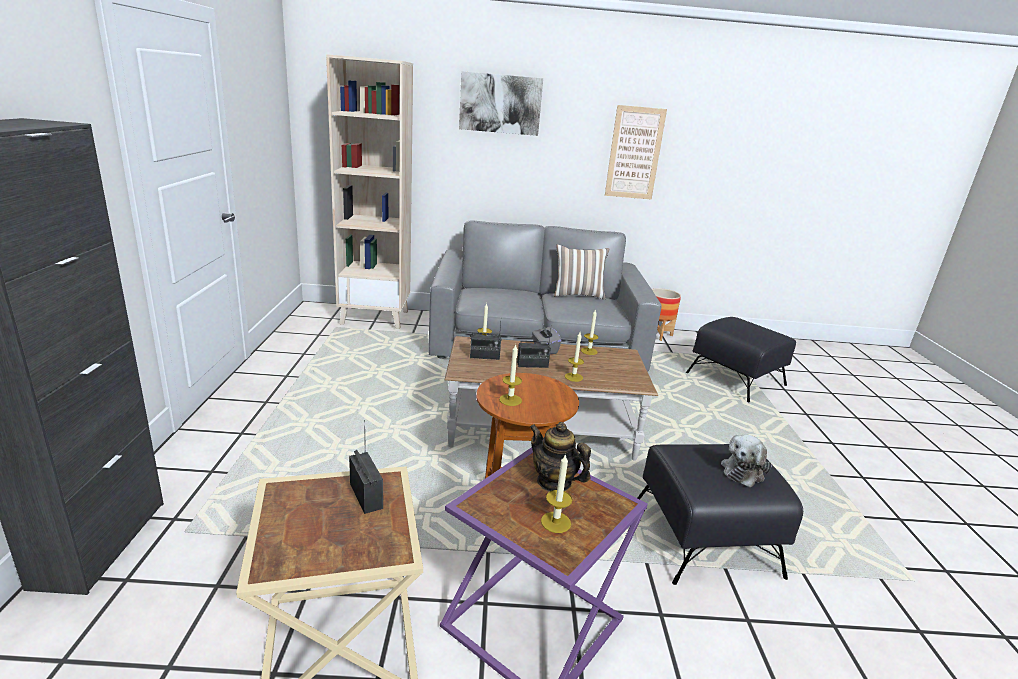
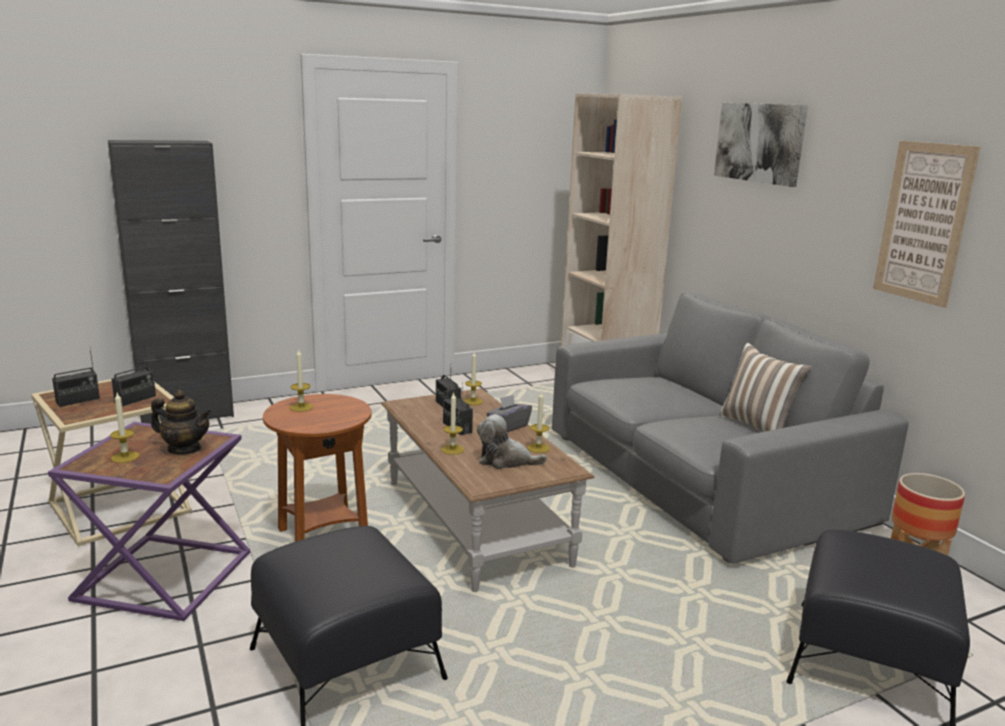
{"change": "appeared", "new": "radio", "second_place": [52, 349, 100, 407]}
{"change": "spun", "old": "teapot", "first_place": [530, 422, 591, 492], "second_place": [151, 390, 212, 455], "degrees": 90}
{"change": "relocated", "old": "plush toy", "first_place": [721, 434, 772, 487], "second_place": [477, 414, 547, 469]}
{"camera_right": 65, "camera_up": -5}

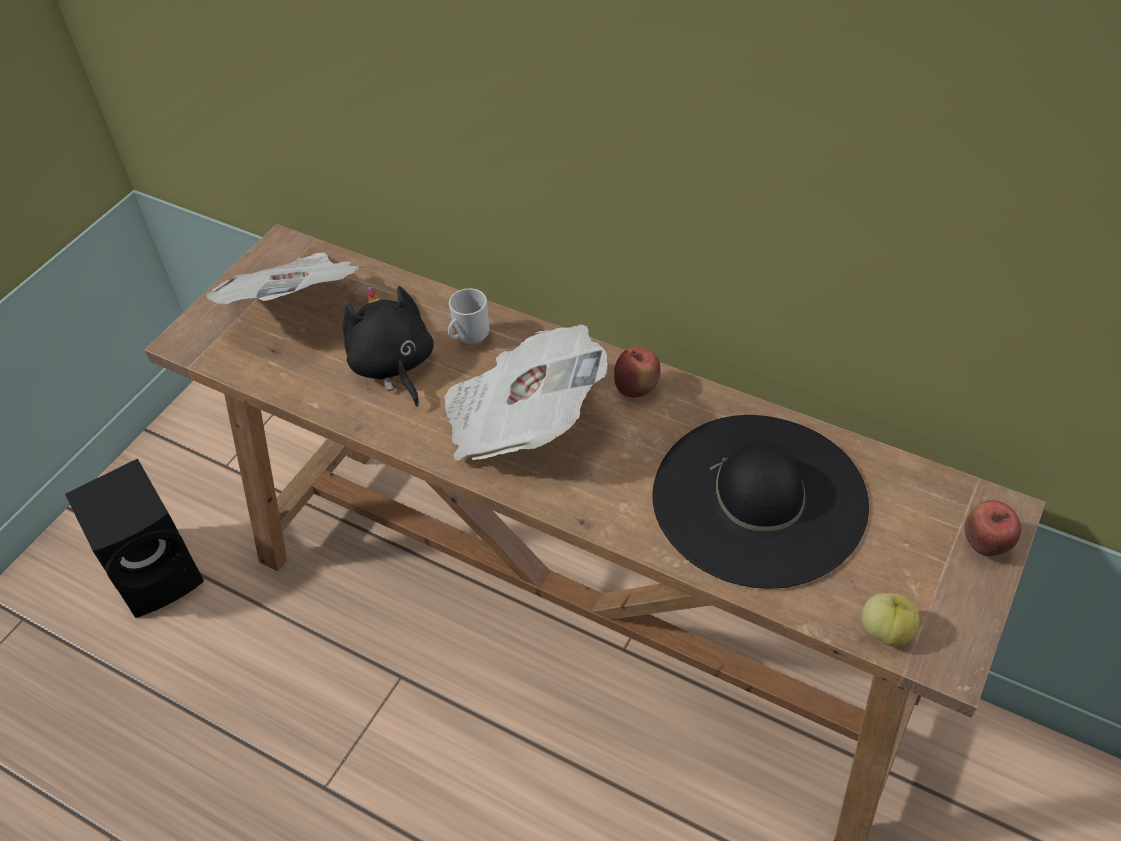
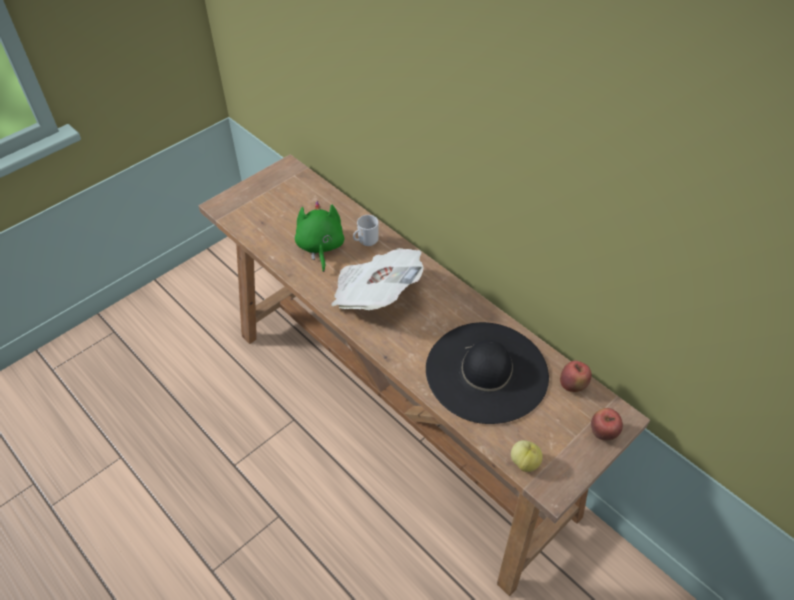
{"change": "colour", "old": "black plush toy", "new": "green plush toy", "first_place": [343, 286, 434, 407], "second_place": [295, 201, 344, 272]}
{"change": "relocated", "old": "apple", "first_place": [614, 347, 661, 398], "second_place": [560, 361, 592, 392]}
{"change": "missing", "old": "black speaker", "first_place": [65, 459, 204, 618]}
{"change": "missing", "old": "newspaper", "first_place": [206, 252, 362, 304]}
{"camera_right": 15, "camera_up": 0}

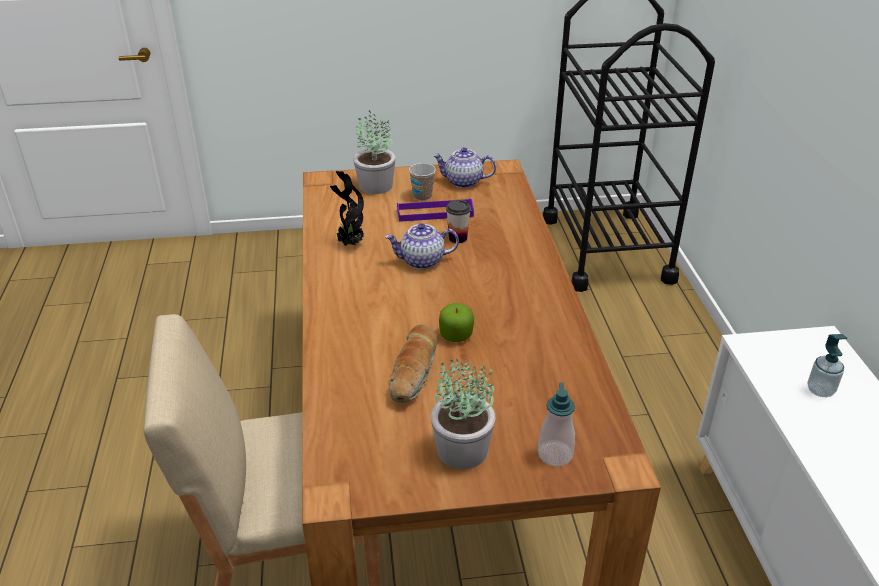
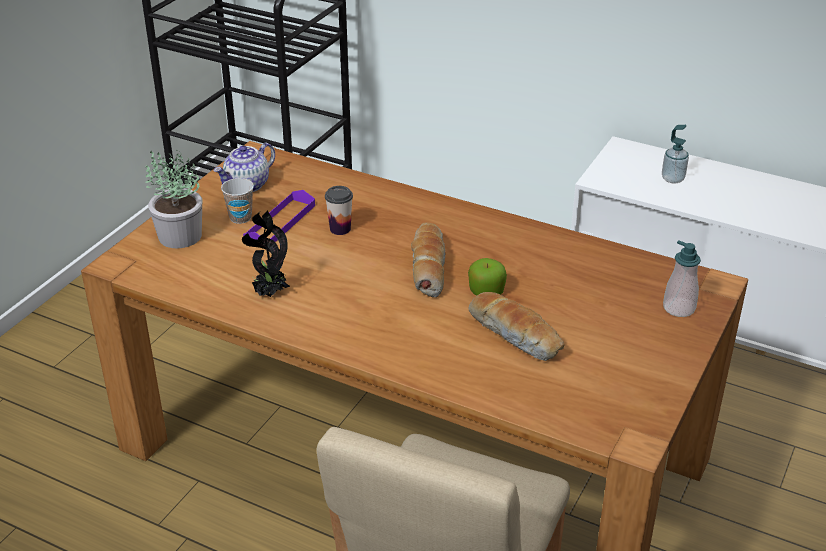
{"change": "appeared", "new": "bread", "second_place": [411, 222, 445, 298]}
{"change": "missing", "old": "teapot", "first_place": [385, 223, 459, 269]}
{"change": "missing", "old": "potted plant", "first_place": [431, 359, 496, 469]}
{"camera_right": -55, "camera_up": 0}

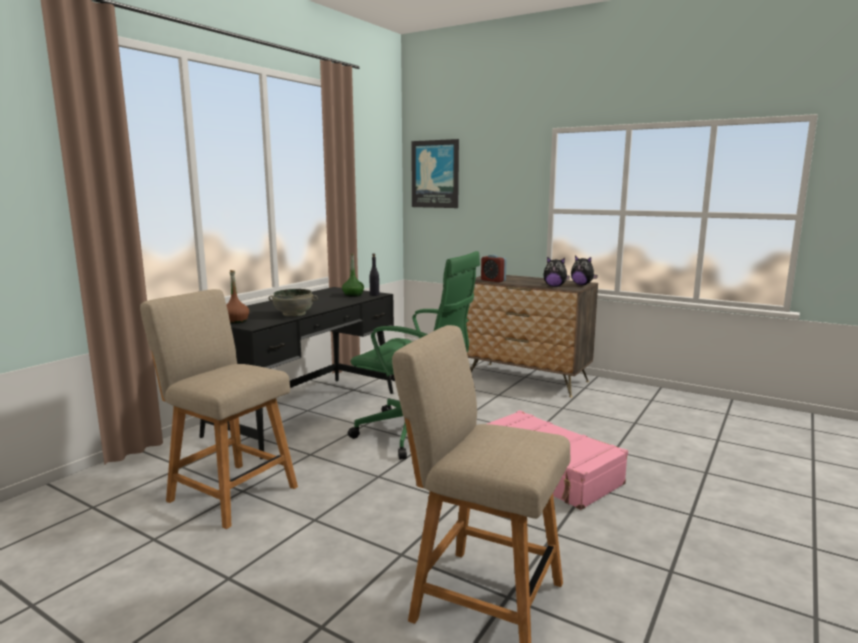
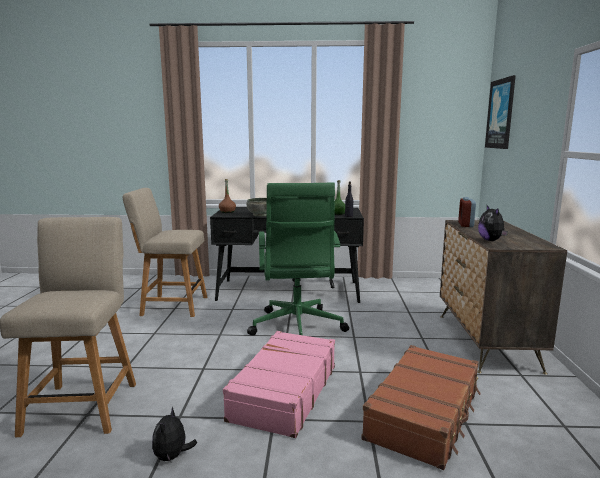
{"change": "spun", "old": "beige chair", "first_place": [140, 289, 298, 529], "second_place": [123, 188, 207, 317], "degrees": -90}
{"change": "relocated", "old": "plush toy", "first_place": [571, 256, 598, 285], "second_place": [152, 407, 197, 462]}
{"change": "appeared", "new": "brown suitcase", "second_place": [361, 345, 481, 470]}
{"camera_right": 60, "camera_up": 0}

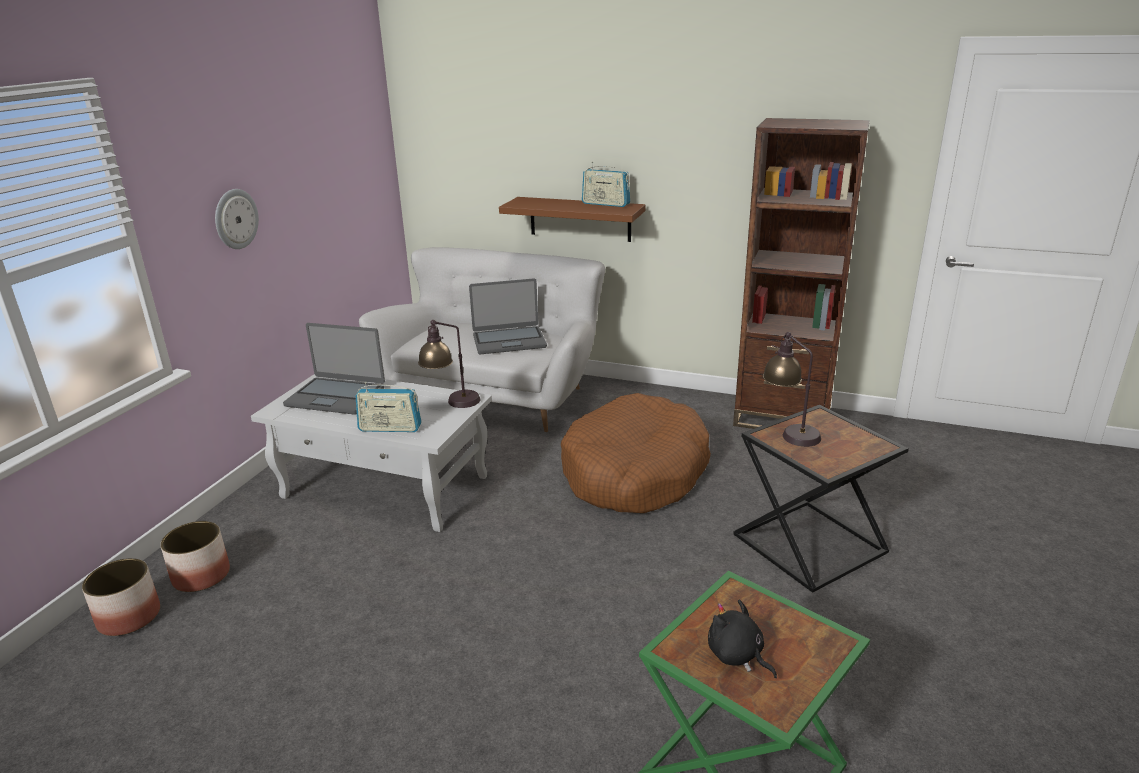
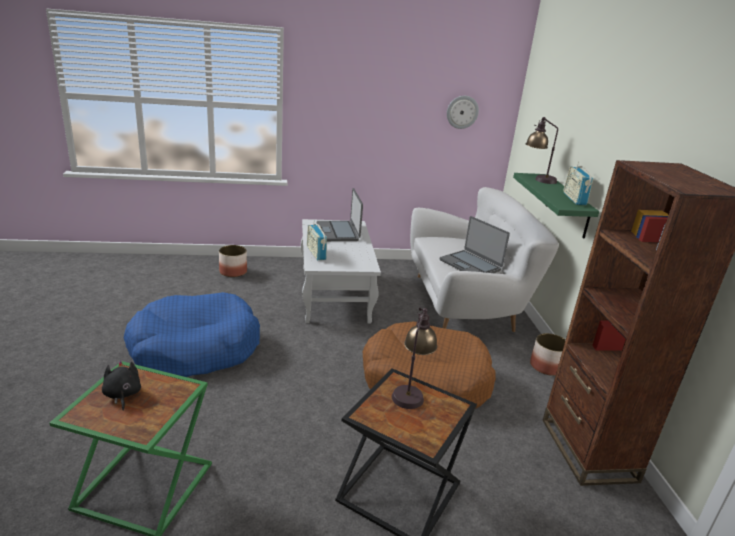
{"change": "spun", "old": "black plush toy", "first_place": [708, 600, 777, 678], "second_place": [102, 361, 141, 411], "degrees": -45}
{"change": "appeared", "new": "blue dog bed", "second_place": [124, 292, 260, 377]}
{"change": "relocated", "old": "wall clock", "first_place": [215, 189, 259, 249], "second_place": [447, 96, 479, 129]}
{"change": "colour", "old": "brown shelf", "new": "green shelf", "first_place": [499, 197, 646, 242], "second_place": [513, 173, 599, 239]}
{"change": "relocated", "old": "table lamp", "first_place": [418, 320, 480, 408], "second_place": [526, 117, 558, 184]}
{"change": "relocated", "old": "planter", "first_place": [82, 558, 160, 636], "second_place": [530, 333, 566, 376]}
{"camera_right": 60, "camera_up": 0}

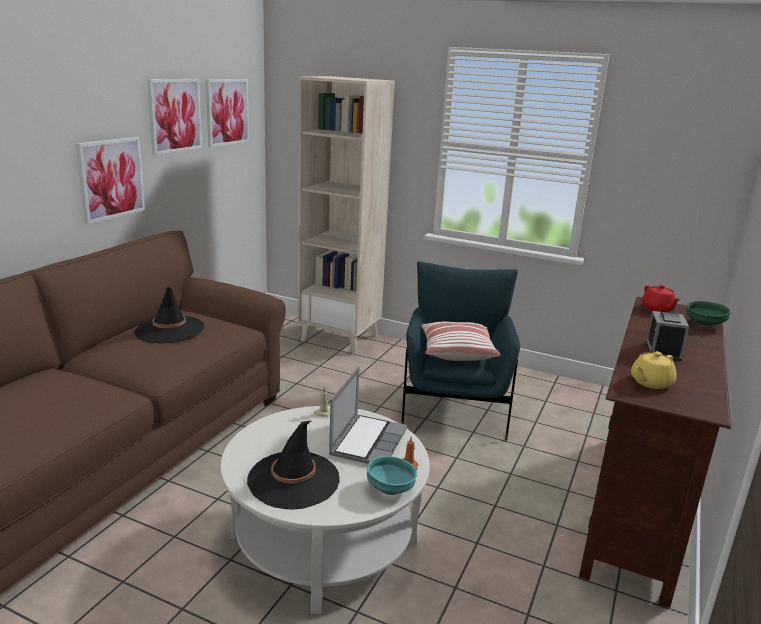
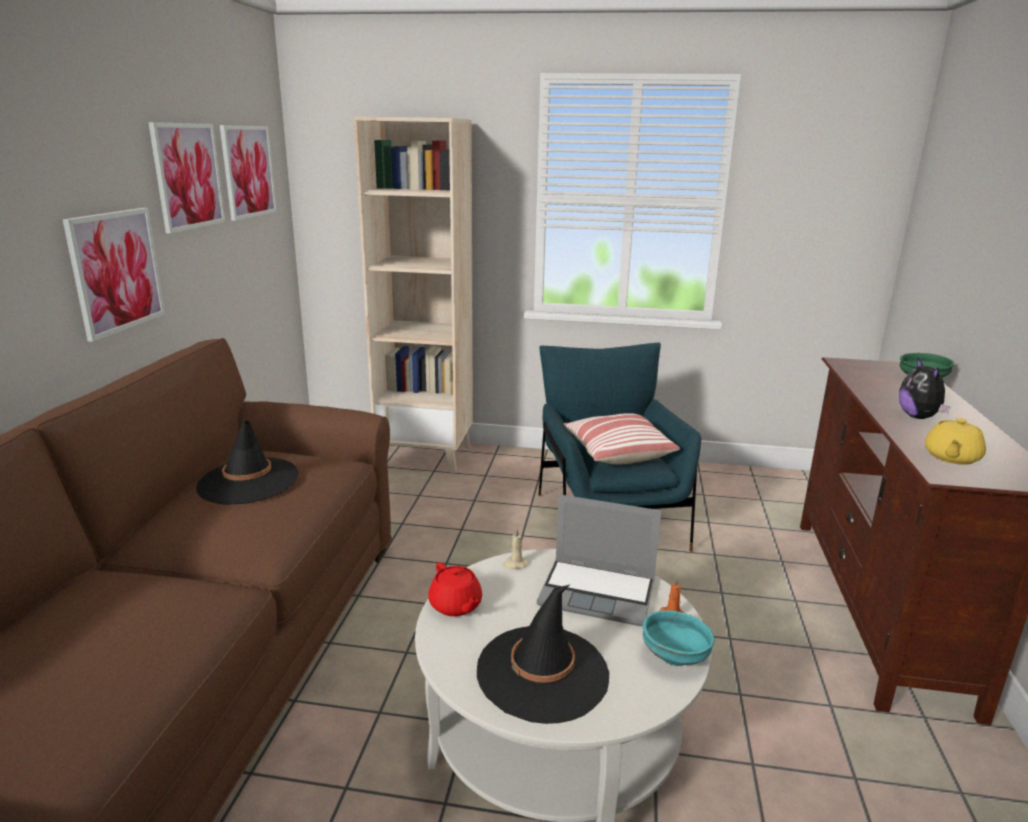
{"change": "relocated", "old": "red teapot", "first_place": [642, 285, 680, 312], "second_place": [428, 562, 482, 616]}
{"change": "spun", "old": "laptop", "first_place": [329, 367, 408, 464], "second_place": [537, 494, 662, 626], "degrees": 105}
{"change": "exchanged", "old": "alarm clock", "new": "plush toy", "first_place": [645, 311, 689, 361], "second_place": [899, 358, 951, 419]}
{"camera_right": -15, "camera_up": 0}

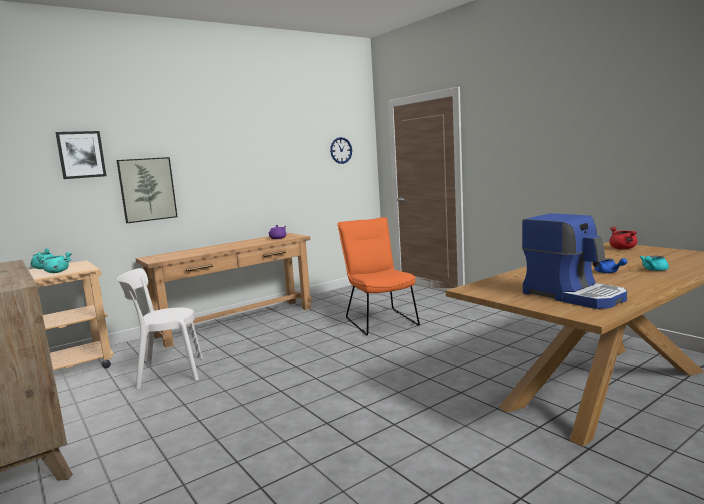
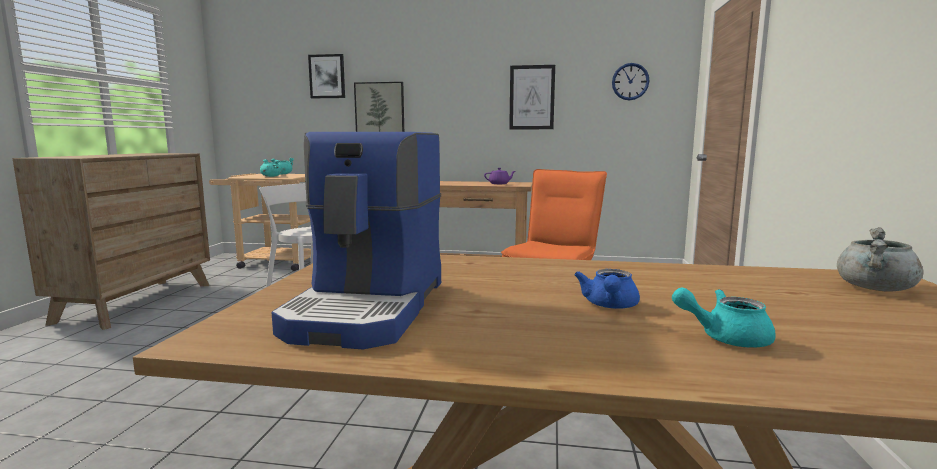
{"change": "appeared", "new": "picture", "second_place": [509, 65, 555, 129]}
{"change": "colour", "old": "red cooking pot", "new": "grey cooking pot", "first_place": [610, 227, 637, 249], "second_place": [837, 227, 923, 292]}
{"camera_right": 45, "camera_up": 0}

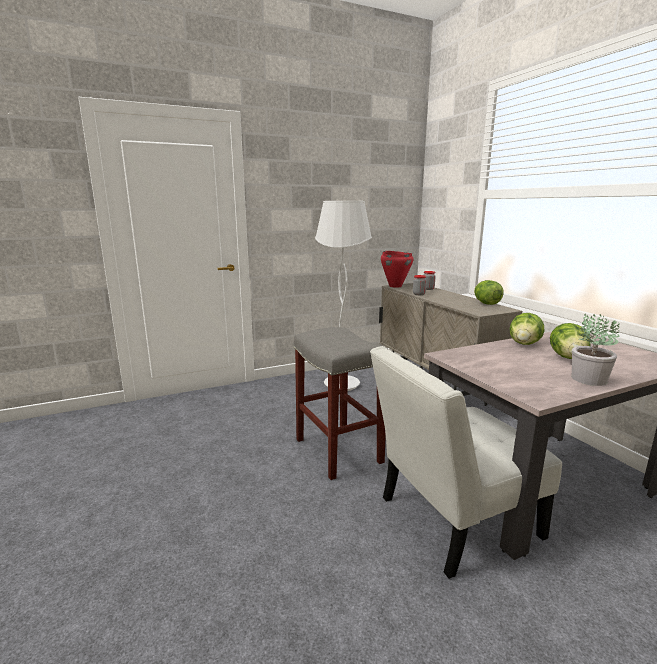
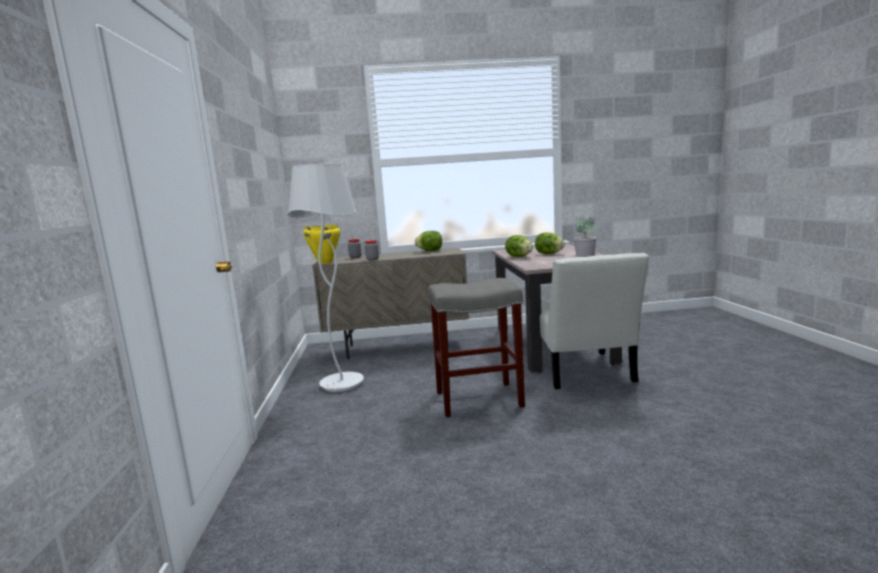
{"change": "colour", "old": "red cooking pot", "new": "yellow cooking pot", "first_place": [381, 251, 414, 288], "second_place": [303, 224, 340, 264]}
{"camera_right": -70, "camera_up": -5}

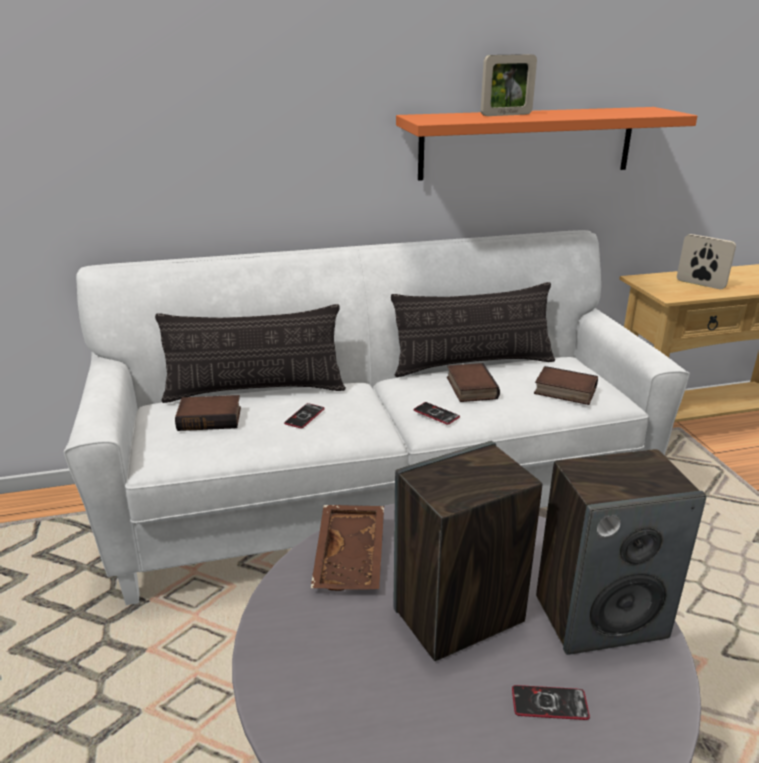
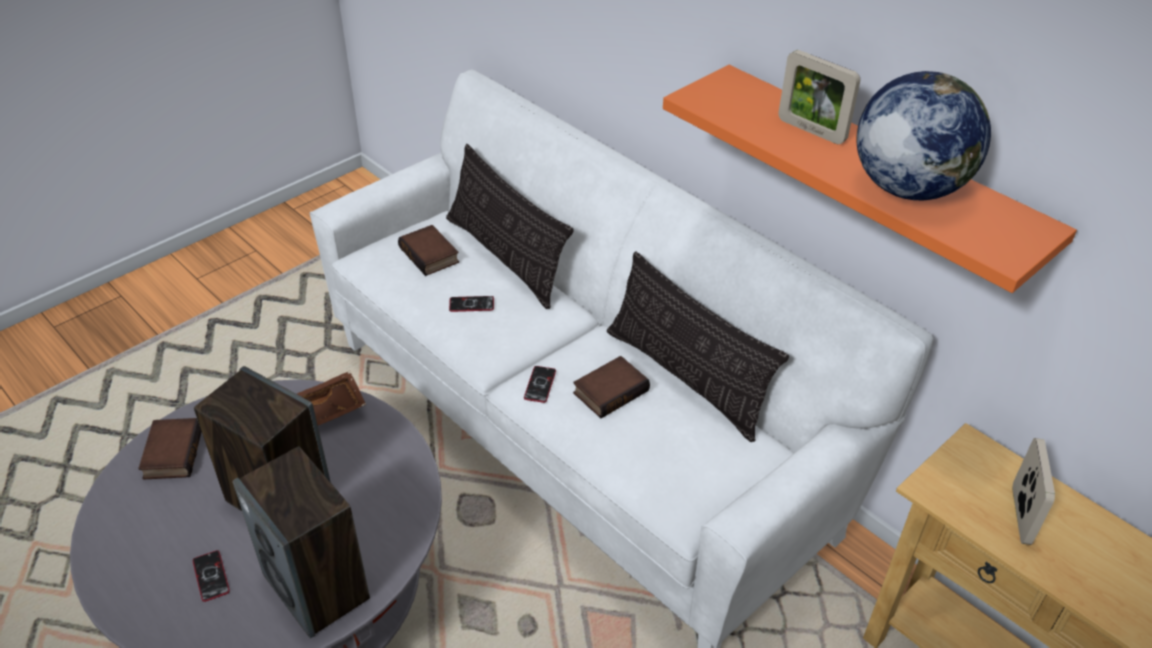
{"change": "relocated", "old": "book", "first_place": [534, 366, 598, 405], "second_place": [138, 418, 202, 480]}
{"change": "appeared", "new": "globe", "second_place": [856, 71, 991, 200]}
{"camera_right": 60, "camera_up": 15}

